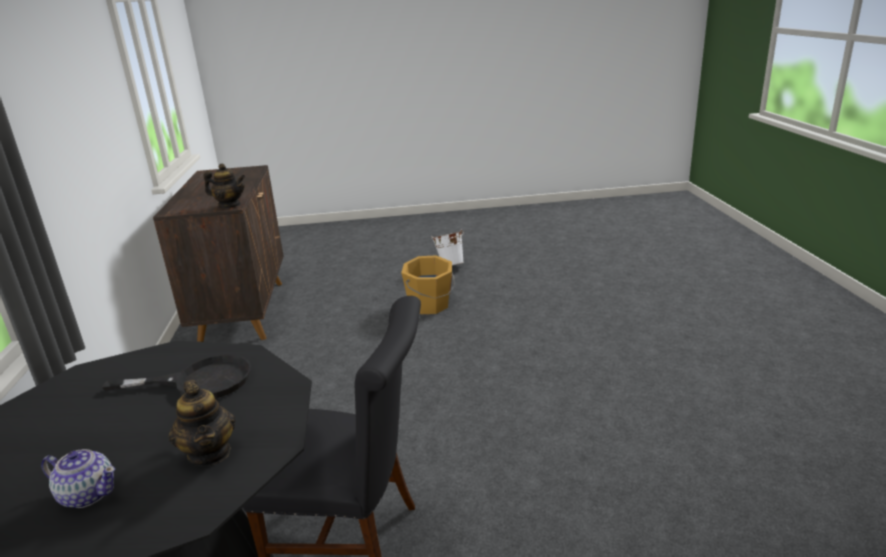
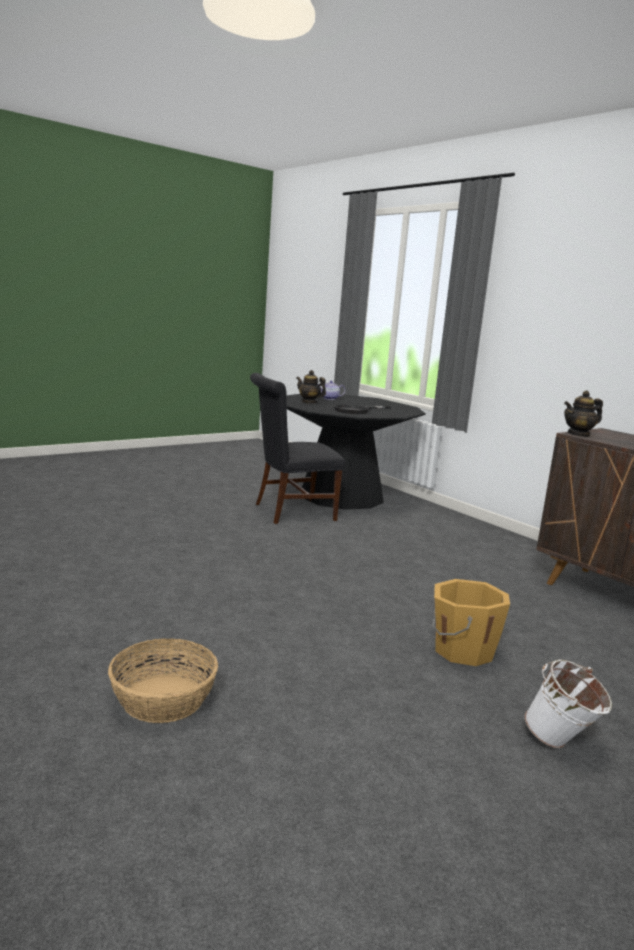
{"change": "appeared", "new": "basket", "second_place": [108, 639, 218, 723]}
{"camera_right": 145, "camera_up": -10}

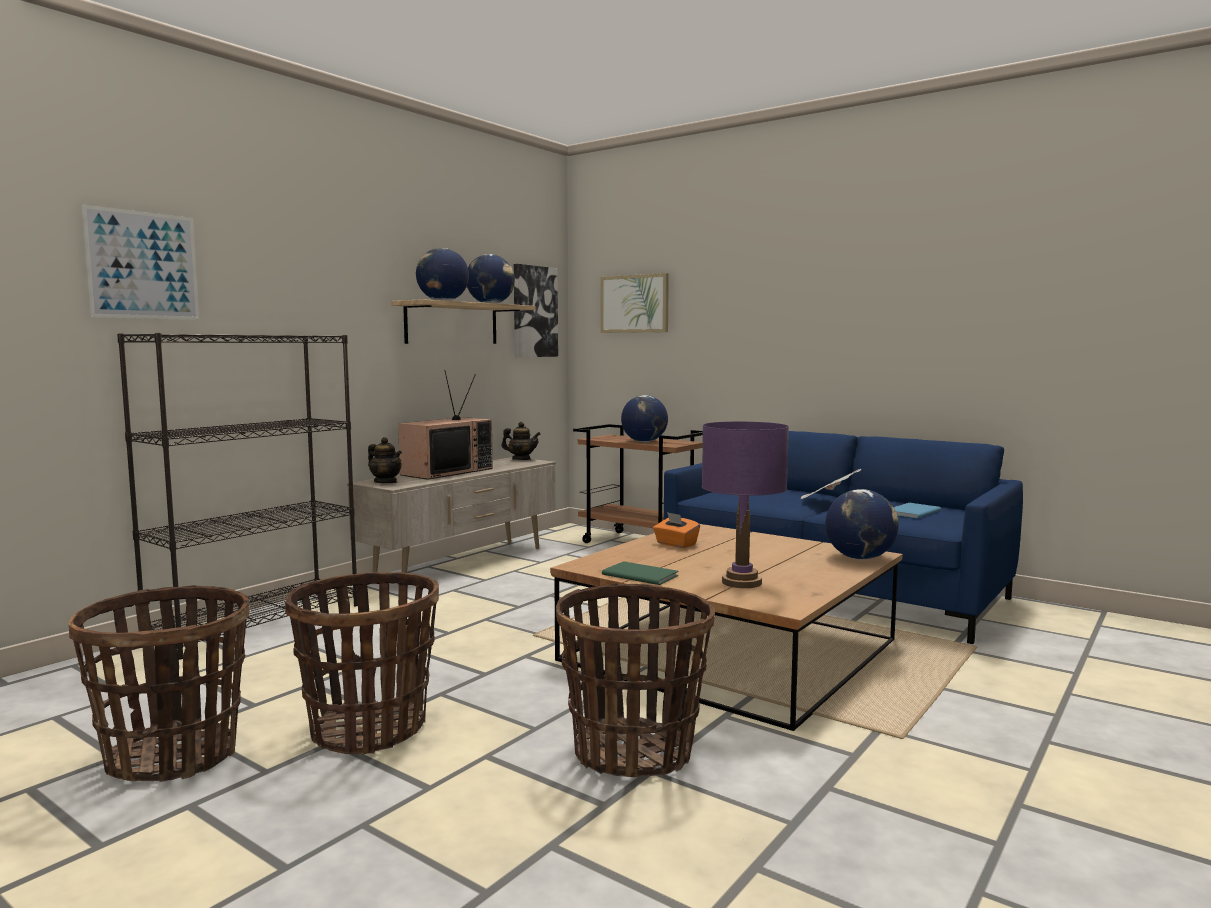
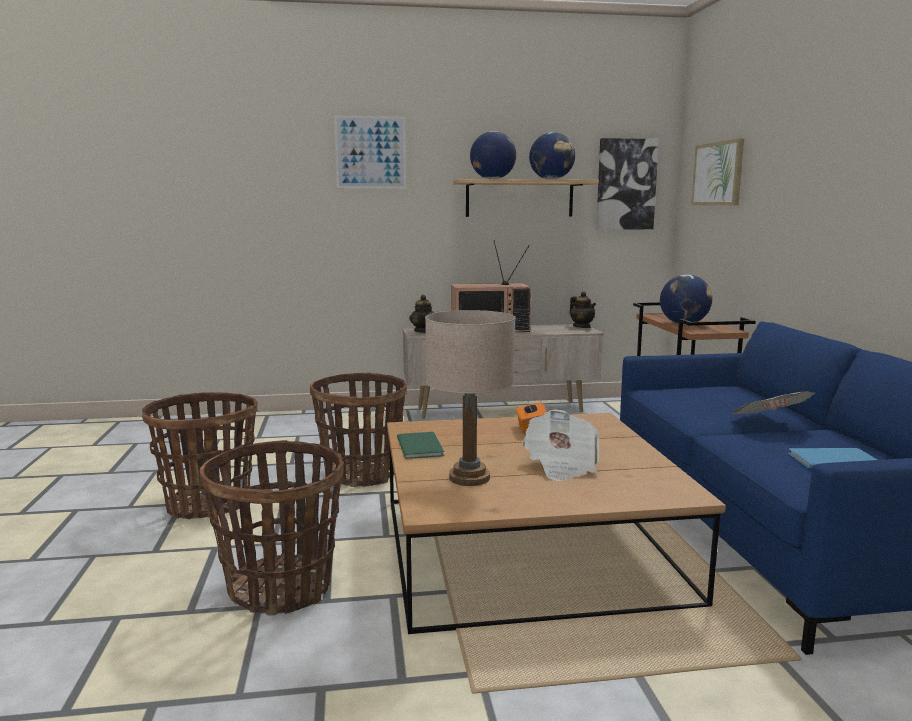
{"change": "relocated", "old": "basket", "first_place": [69, 585, 250, 782], "second_place": [310, 373, 407, 487]}
{"change": "relocated", "old": "picture", "first_place": [81, 204, 199, 320], "second_place": [334, 115, 406, 189]}
{"change": "colour", "old": "purple table lamp", "new": "beige table lamp", "first_place": [702, 421, 789, 588], "second_place": [425, 310, 516, 486]}
{"change": "appeared", "new": "newspaper", "second_place": [523, 409, 600, 481]}
{"change": "missing", "old": "black bookcase", "first_place": [117, 333, 358, 659]}
{"change": "missing", "old": "globe", "first_place": [825, 489, 899, 560]}
{"camera_right": 45, "camera_up": 5}

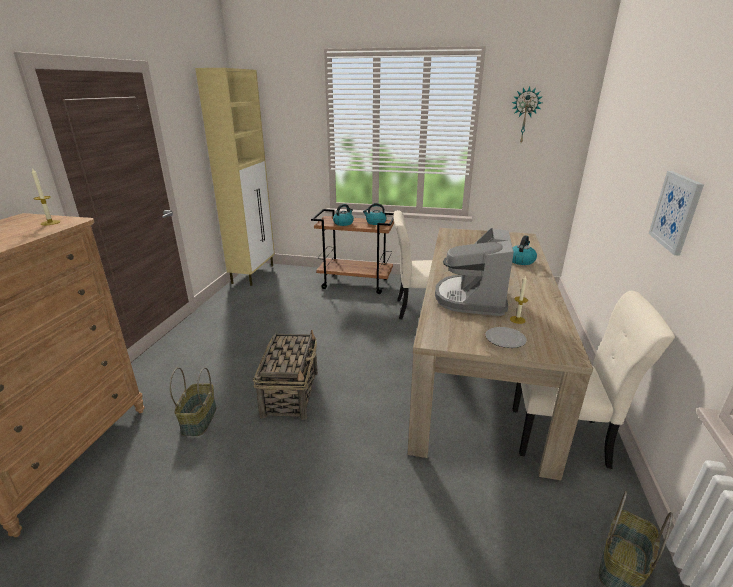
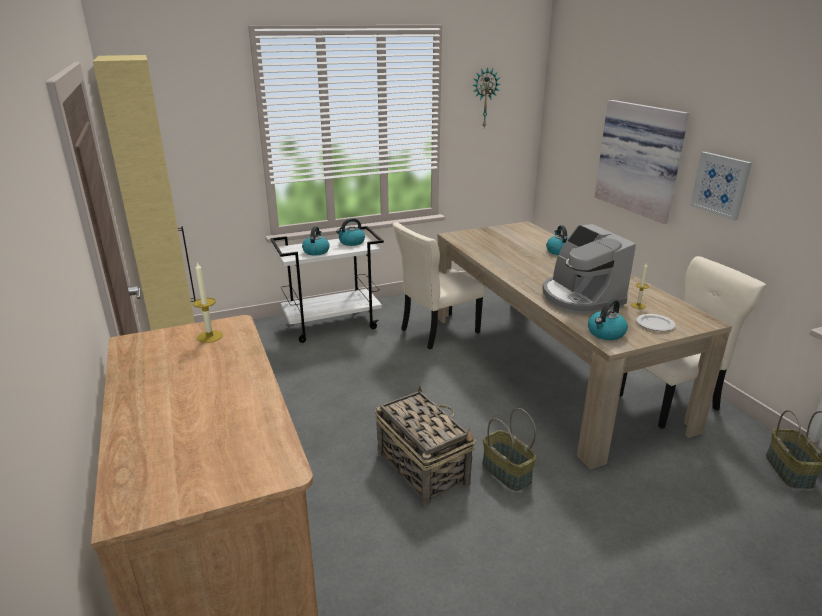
{"change": "colour", "old": "brown cart", "new": "white cart", "first_place": [311, 209, 394, 294], "second_place": [270, 226, 384, 343]}
{"change": "relocated", "old": "basket", "first_place": [169, 367, 217, 436], "second_place": [482, 408, 536, 491]}
{"change": "appeared", "new": "kettle", "second_place": [588, 299, 628, 340]}
{"change": "appeared", "new": "picture", "second_place": [595, 100, 689, 224]}
{"camera_right": -35, "camera_up": 0}

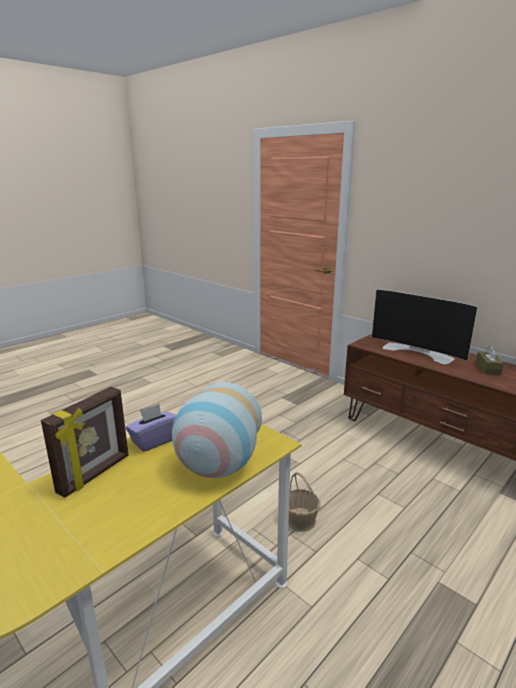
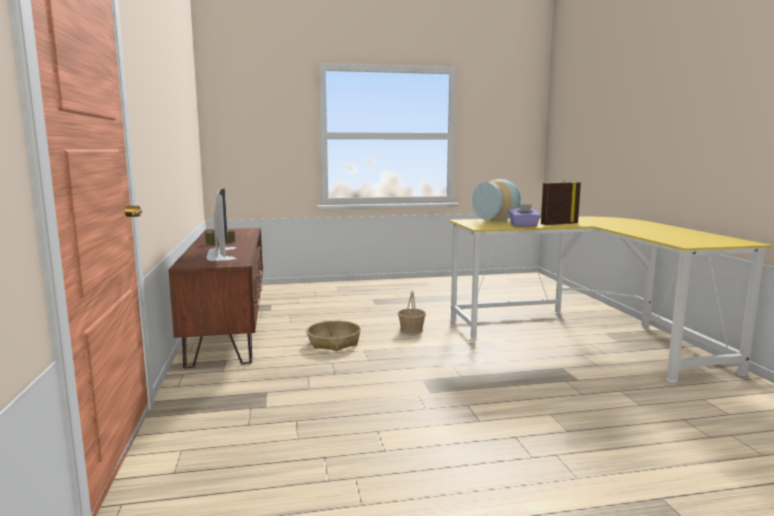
{"change": "appeared", "new": "basket", "second_place": [307, 321, 361, 351]}
{"camera_right": -145, "camera_up": -10}

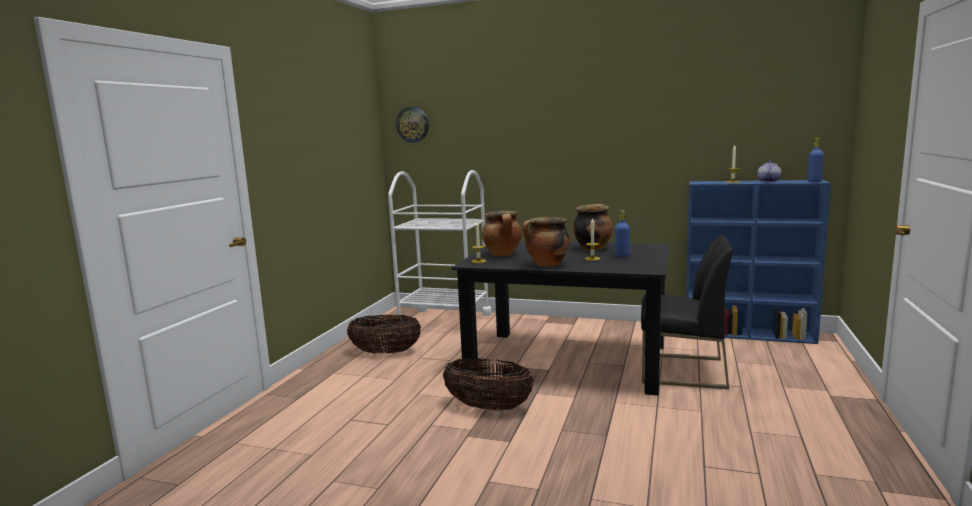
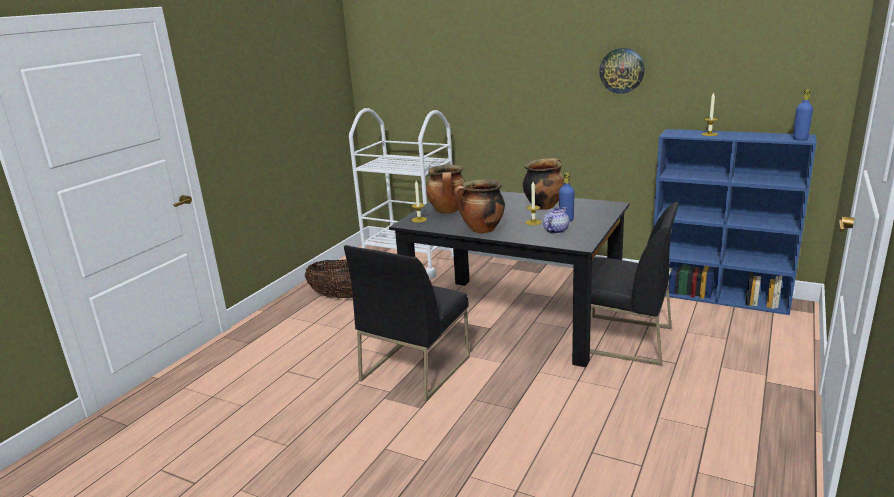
{"change": "exchanged", "old": "basket", "new": "black chair", "first_place": [443, 358, 534, 410], "second_place": [344, 245, 470, 401]}
{"change": "relocated", "old": "teapot", "first_place": [757, 160, 781, 182], "second_place": [543, 207, 569, 234]}
{"change": "relocated", "old": "wall clock", "first_place": [396, 107, 429, 143], "second_place": [599, 48, 645, 94]}
{"camera_right": 10, "camera_up": 10}

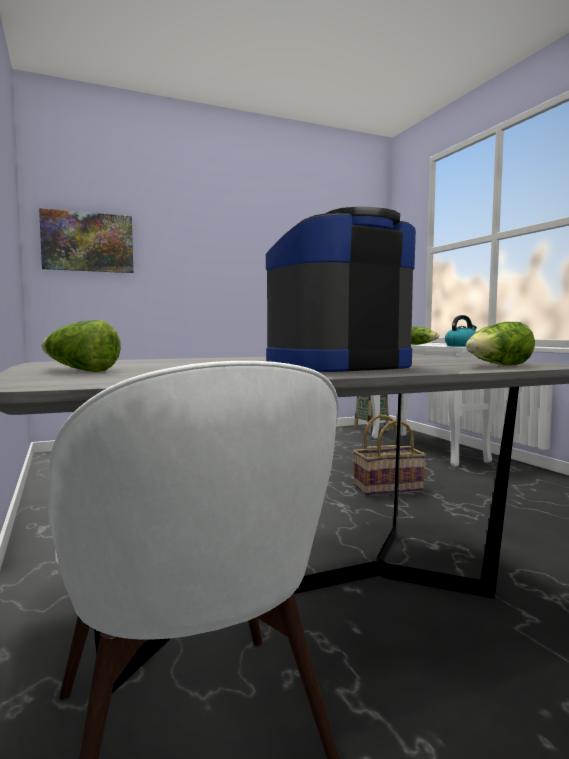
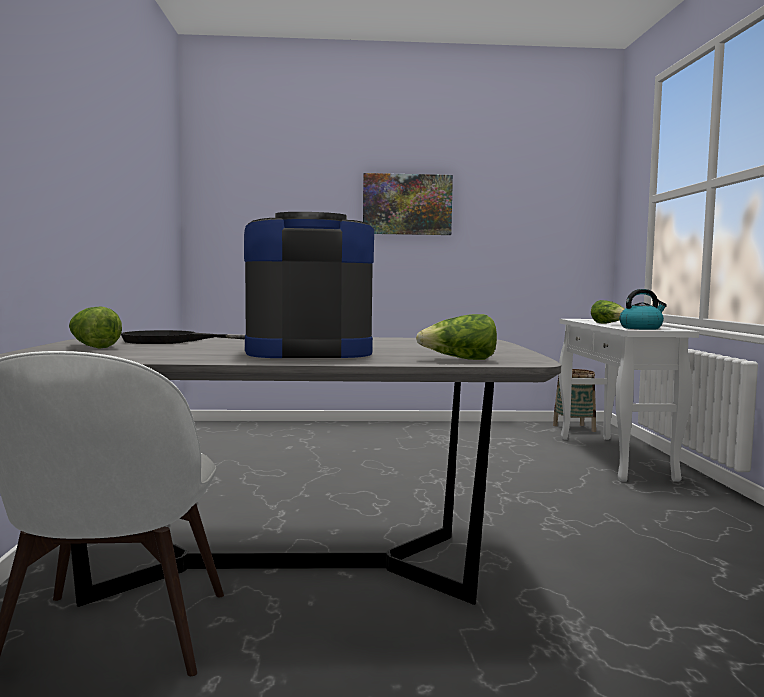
{"change": "appeared", "new": "black frying pan", "second_place": [121, 330, 245, 344]}
{"change": "relocated", "old": "picture", "first_place": [39, 208, 133, 273], "second_place": [363, 173, 453, 235]}
{"change": "missing", "old": "basket", "first_place": [353, 414, 426, 495]}
{"camera_right": 20, "camera_up": 0}

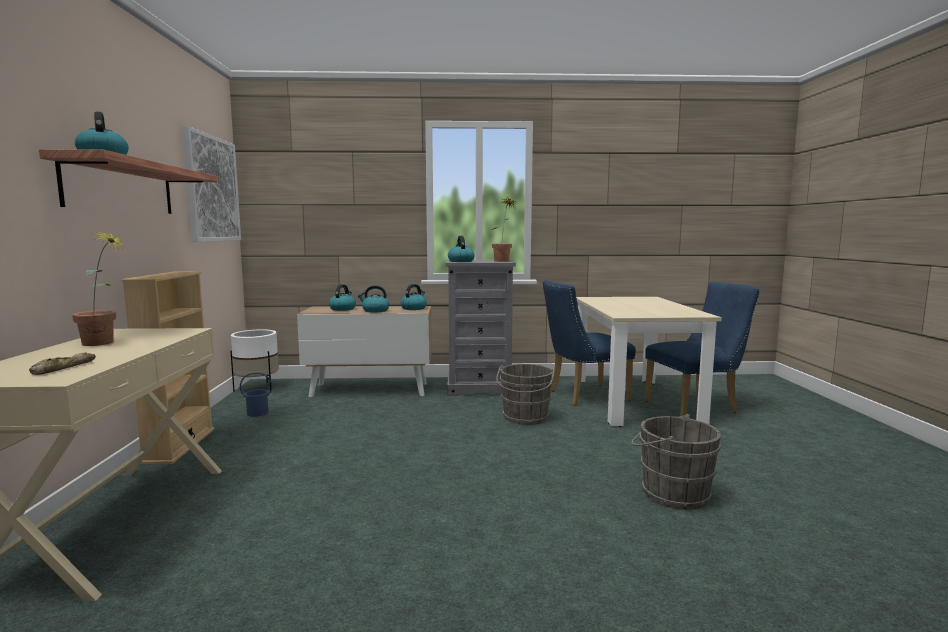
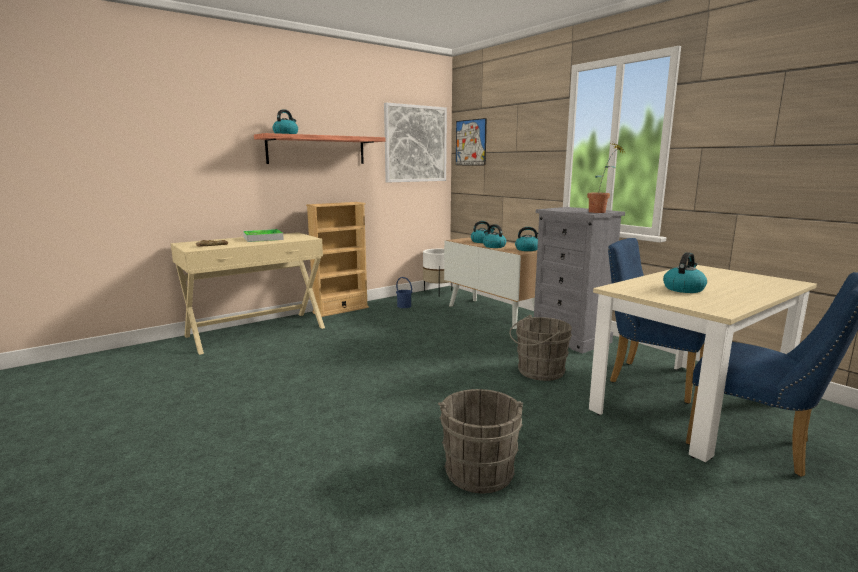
{"change": "exchanged", "old": "potted plant", "new": "tray", "first_place": [72, 230, 127, 346], "second_place": [243, 229, 284, 242]}
{"change": "appeared", "new": "picture", "second_place": [456, 118, 487, 166]}
{"change": "relocated", "old": "kettle", "first_place": [448, 236, 475, 262], "second_place": [663, 252, 707, 293]}
{"camera_right": 55, "camera_up": 5}

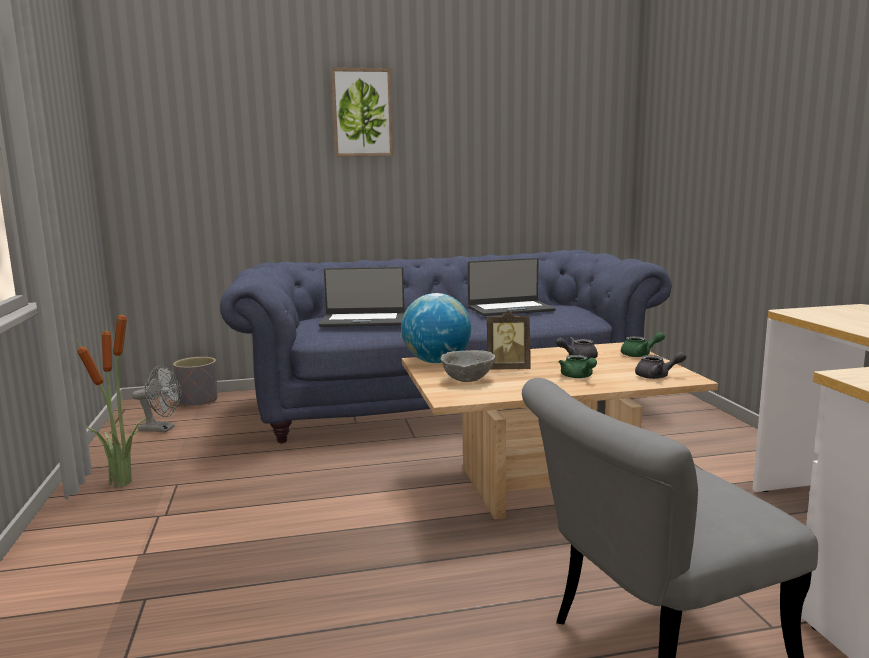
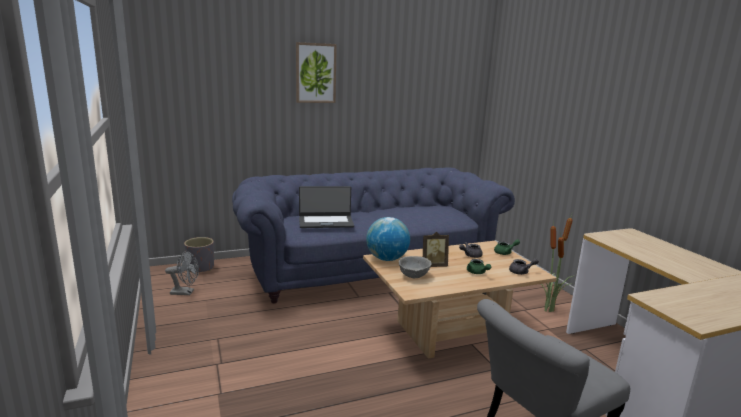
{"change": "relocated", "old": "potted plant", "first_place": [76, 305, 146, 487], "second_place": [541, 214, 573, 312]}
{"change": "missing", "old": "laptop", "first_place": [468, 258, 556, 316]}
{"camera_right": -10, "camera_up": 5}

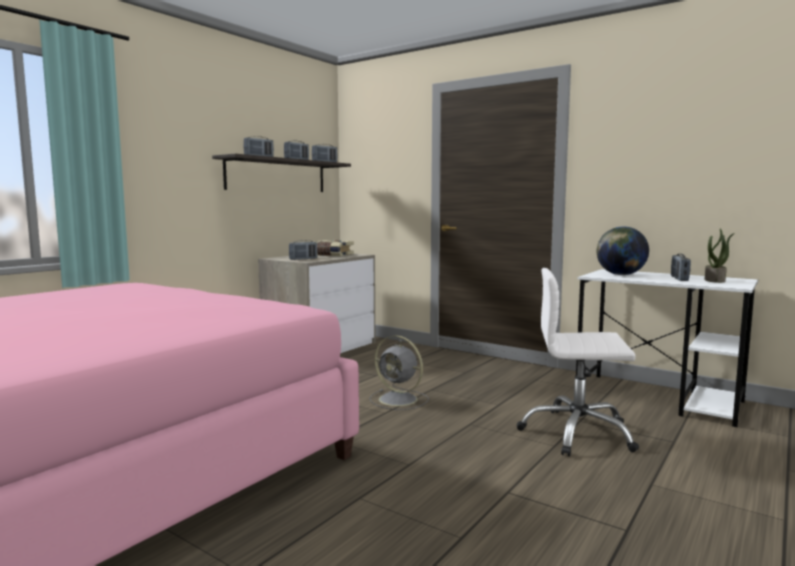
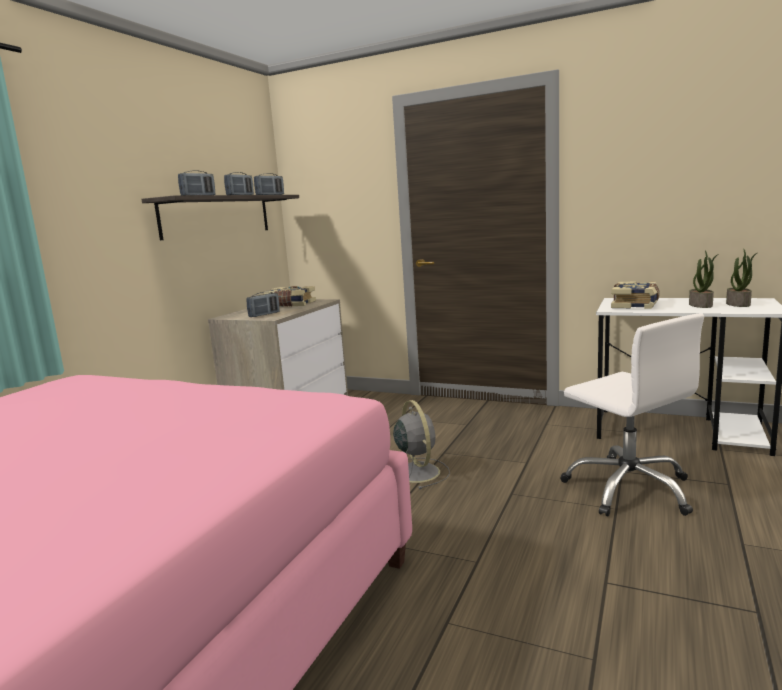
{"change": "spun", "old": "grey fan", "first_place": [369, 335, 429, 410], "second_place": [393, 400, 450, 489], "degrees": -135}
{"change": "spun", "old": "white office chair", "first_place": [517, 268, 639, 457], "second_place": [560, 314, 704, 517], "degrees": -120}
{"change": "exchanged", "old": "globe", "new": "book", "first_place": [597, 227, 649, 275], "second_place": [611, 281, 660, 309]}
{"change": "exchanged", "old": "radio", "new": "potted plant", "first_place": [671, 254, 691, 281], "second_place": [689, 251, 718, 308]}
{"camera_right": -10, "camera_up": 5}

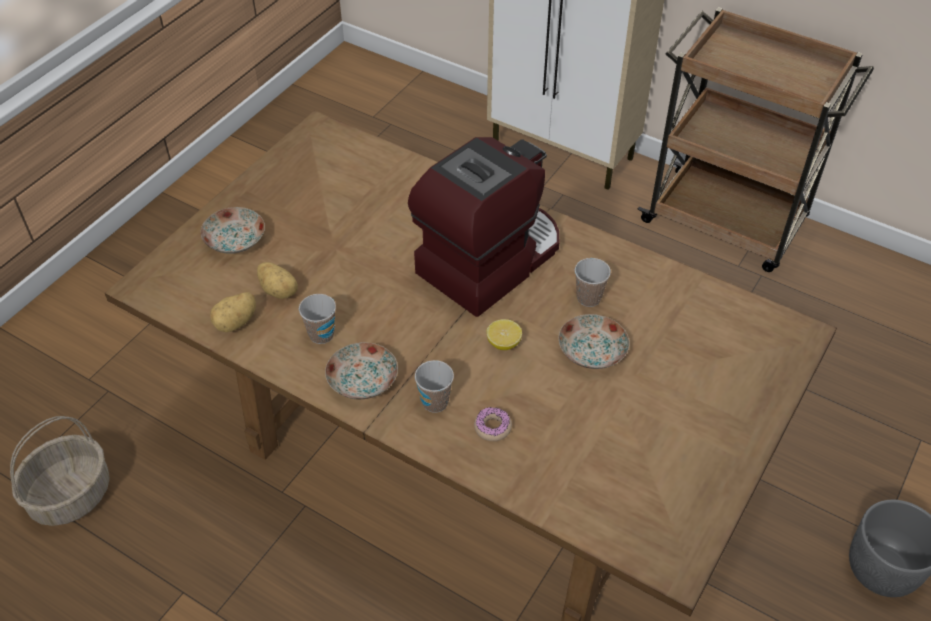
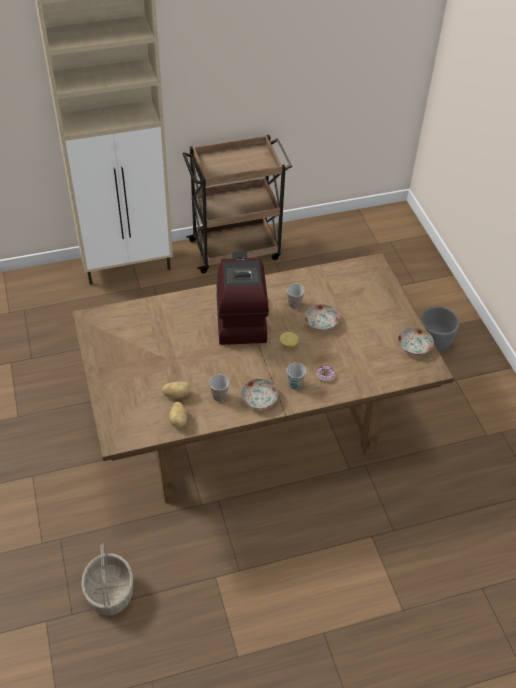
{"change": "relocated", "old": "plate", "first_place": [201, 207, 265, 254], "second_place": [398, 328, 434, 355]}
{"camera_right": -50, "camera_up": 0}

